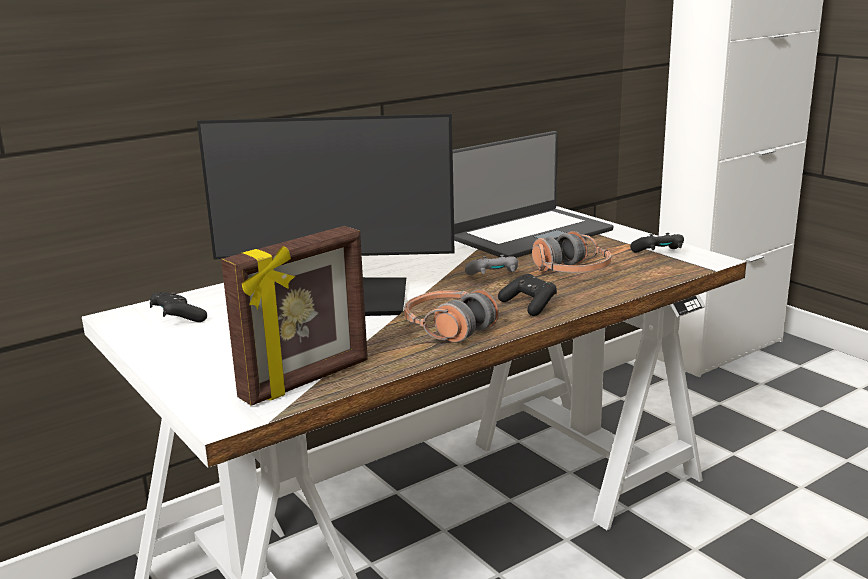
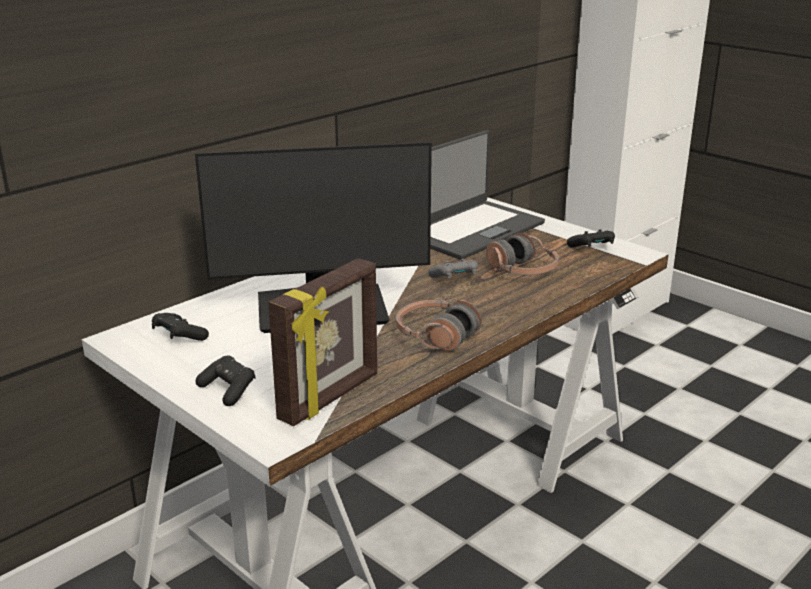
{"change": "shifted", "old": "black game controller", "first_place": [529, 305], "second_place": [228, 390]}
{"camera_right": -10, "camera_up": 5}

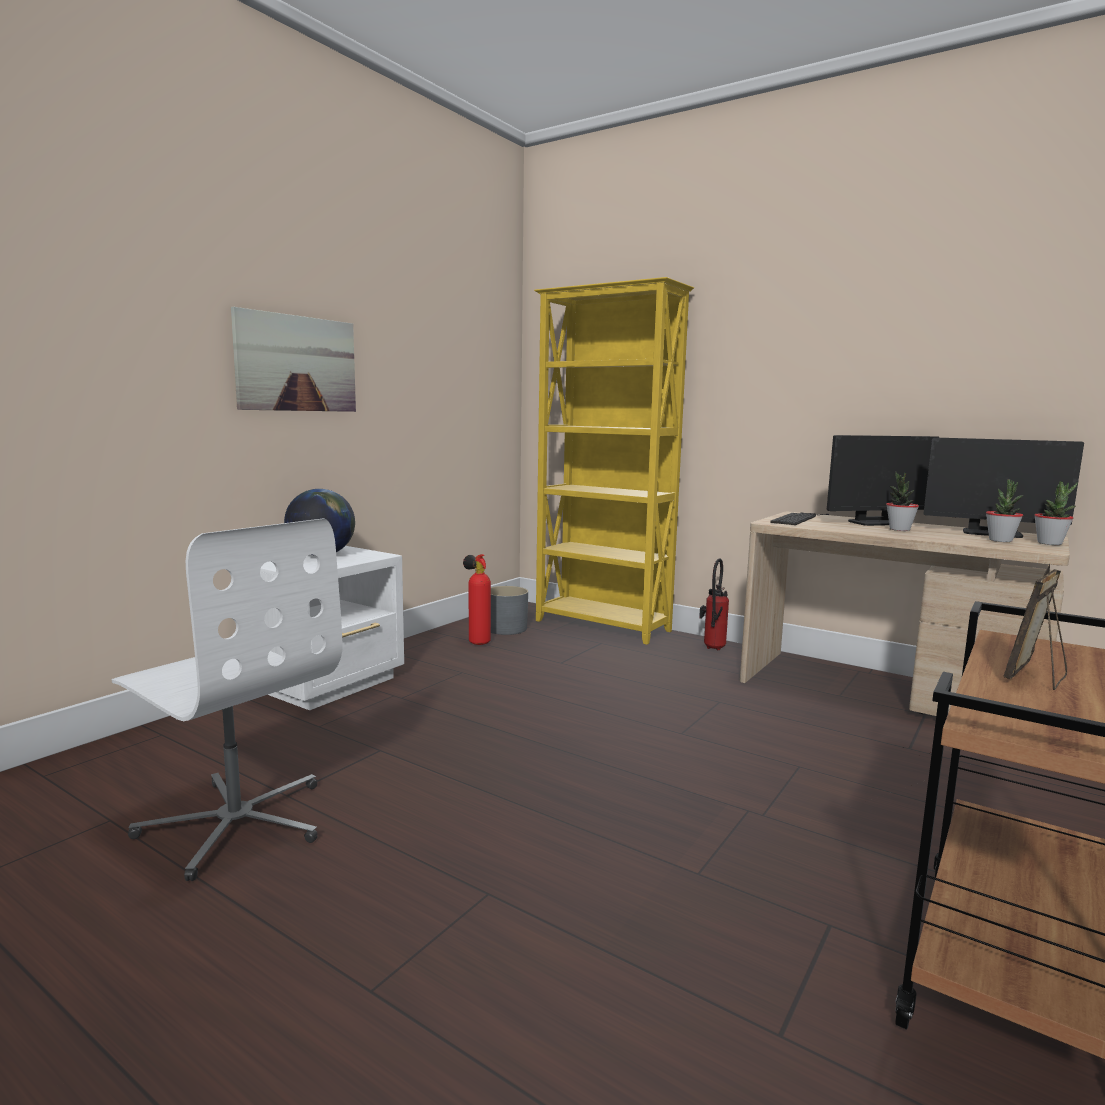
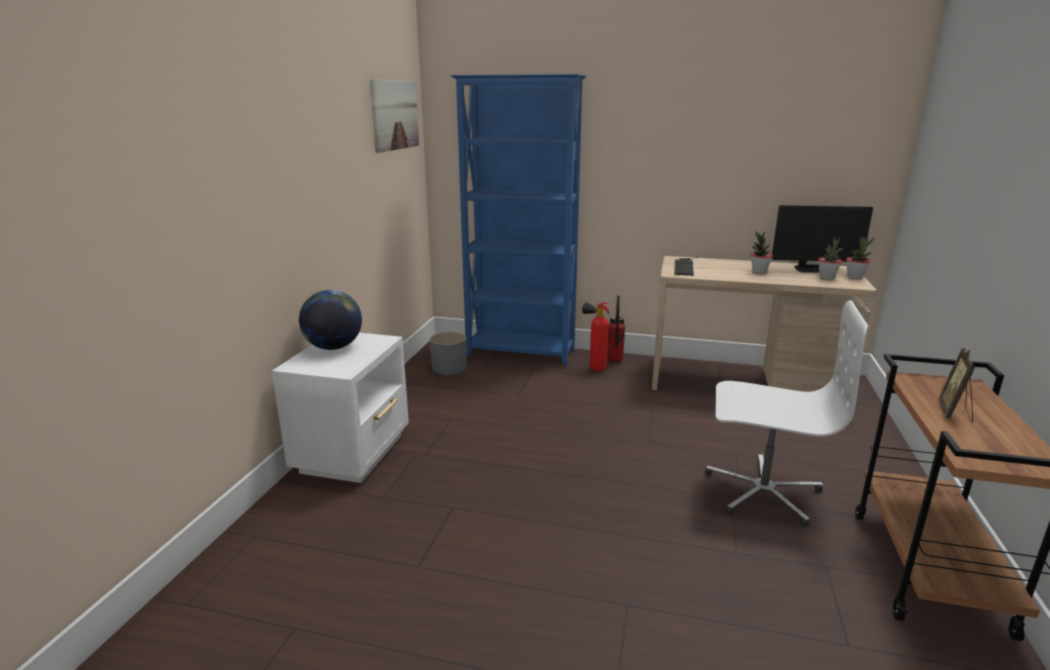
{"change": "repainted", "old": "yellow bookcase", "new": "blue bookcase", "first_place": [602, 626], "second_place": [521, 353]}
{"change": "shifted", "old": "picture", "first_place": [297, 363], "second_place": [394, 115]}
{"change": "gone", "old": "monitor", "first_place": [875, 523]}
{"change": "shifted", "old": "white office chair", "first_place": [236, 822], "second_place": [762, 491]}
{"change": "shifted", "old": "fire extinguisher", "first_place": [477, 642], "second_place": [594, 368]}
{"camera_right": -20, "camera_up": 10}

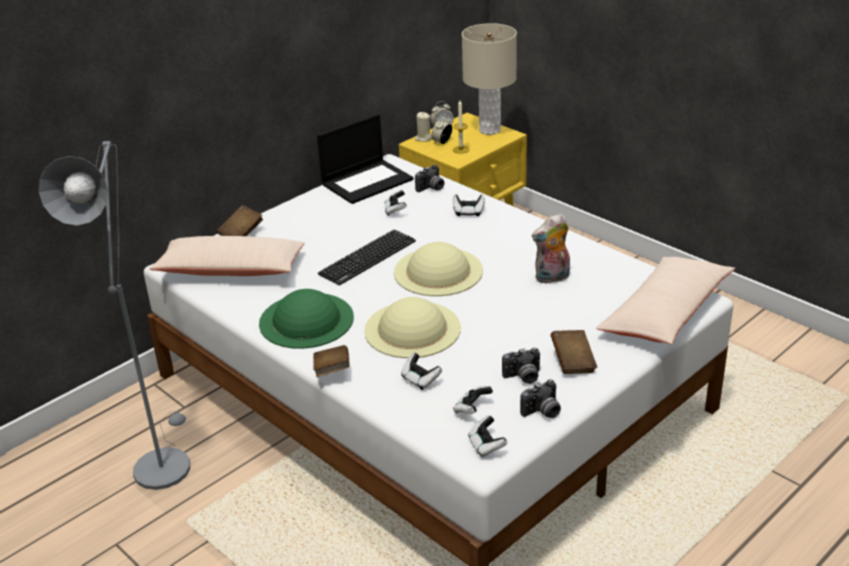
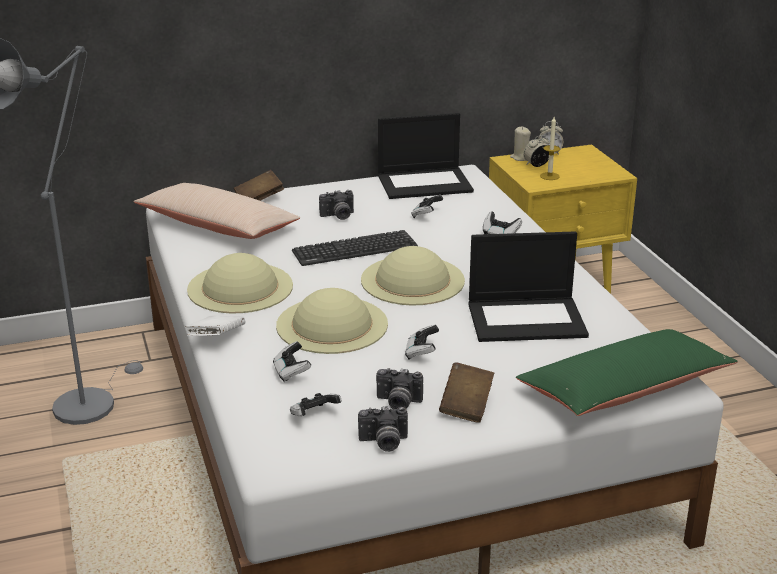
{"change": "gone", "old": "beige table lamp", "first_place": [490, 130]}
{"change": "shifted", "old": "photo camera", "first_place": [431, 188], "second_place": [338, 216]}
{"change": "swapped", "old": "plush toy", "new": "laptop", "first_place": [552, 278], "second_place": [527, 319]}
{"change": "repainted", "old": "beige pillow", "new": "green pillow", "first_place": [665, 313], "second_place": [624, 390]}
{"change": "repainted", "old": "green hat", "new": "beige hat", "first_place": [306, 320], "second_place": [240, 287]}
{"change": "repainted", "old": "brown book", "new": "white book", "first_place": [332, 371], "second_place": [216, 338]}
{"change": "shifted", "old": "game controller", "first_place": [486, 446], "second_place": [421, 353]}
{"camera_right": 25, "camera_up": -5}

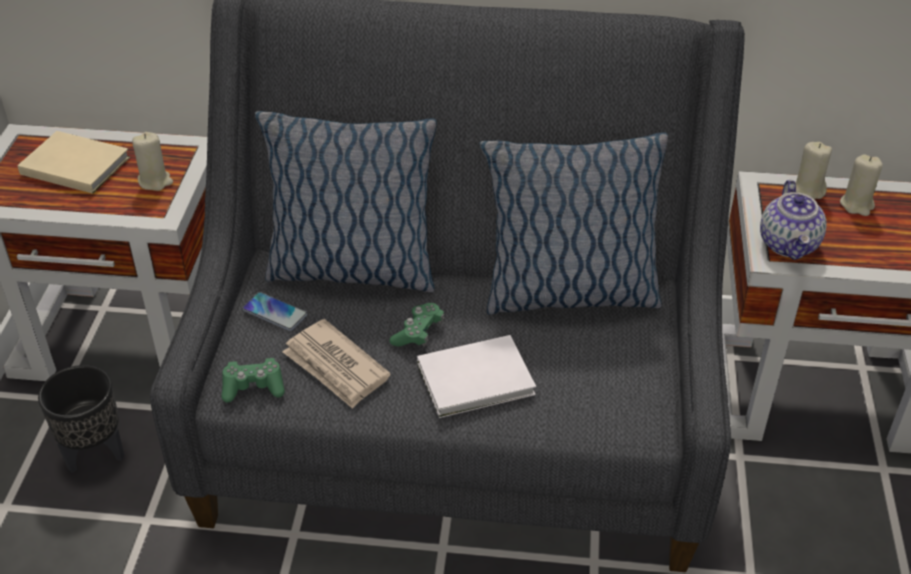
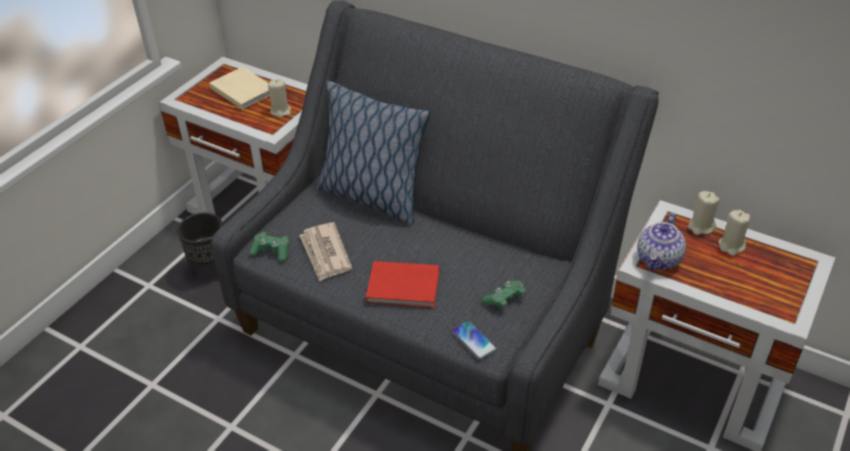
{"change": "gone", "old": "pillow", "first_place": [568, 294]}
{"change": "shifted", "old": "phone", "first_place": [275, 312], "second_place": [474, 340]}
{"change": "shifted", "old": "green game controller", "first_place": [418, 333], "second_place": [505, 299]}
{"change": "repainted", "old": "white book", "new": "red book", "first_place": [479, 380], "second_place": [405, 288]}
{"camera_right": 25, "camera_up": 0}

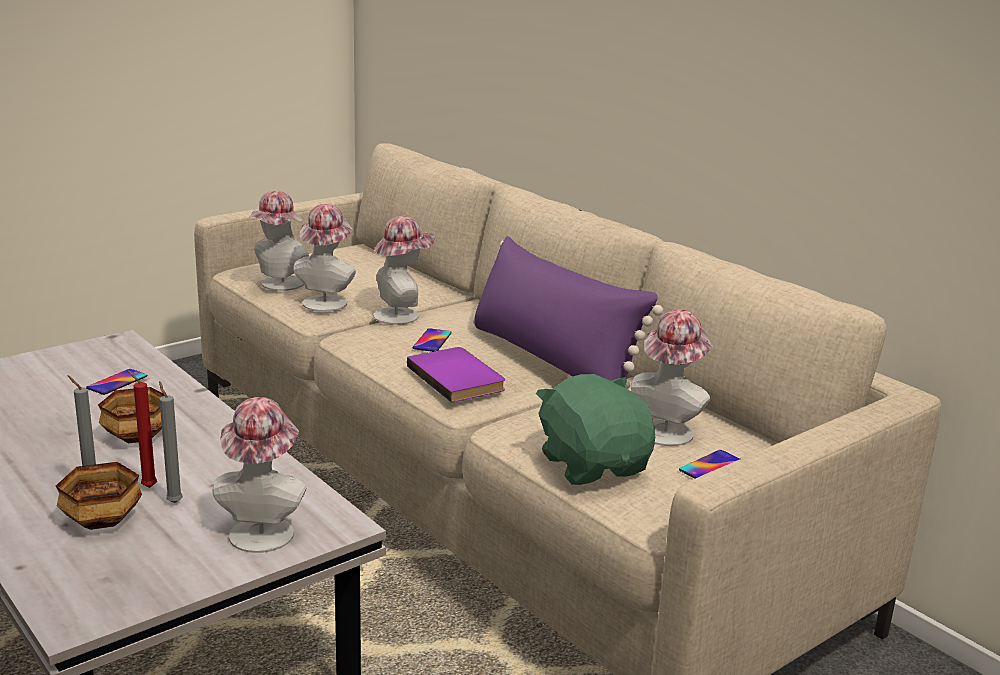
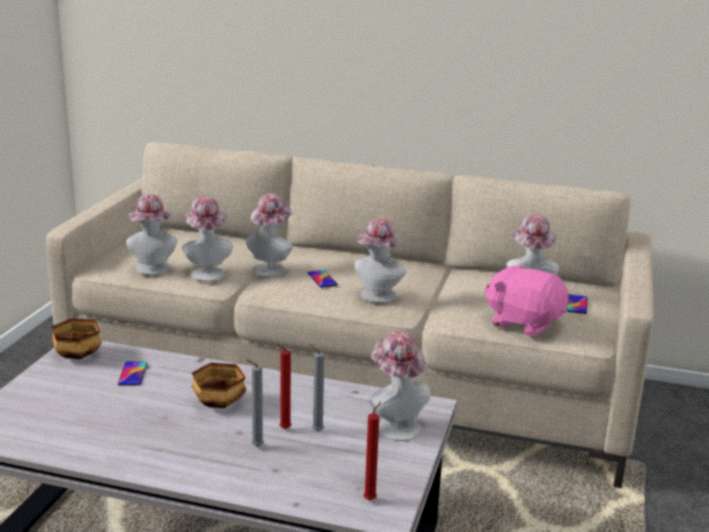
{"change": "gone", "old": "purple pillow", "first_place": [552, 361]}
{"change": "swapped", "old": "purple book", "new": "hat", "first_place": [458, 378], "second_place": [377, 297]}
{"change": "repainted", "old": "green plush toy", "new": "pink plush toy", "first_place": [593, 465], "second_place": [524, 323]}
{"change": "shifted", "old": "bowl", "first_place": [104, 521], "second_place": [78, 355]}
{"change": "new", "new": "red candle", "second_place": [371, 499]}
{"camera_right": -35, "camera_up": 0}

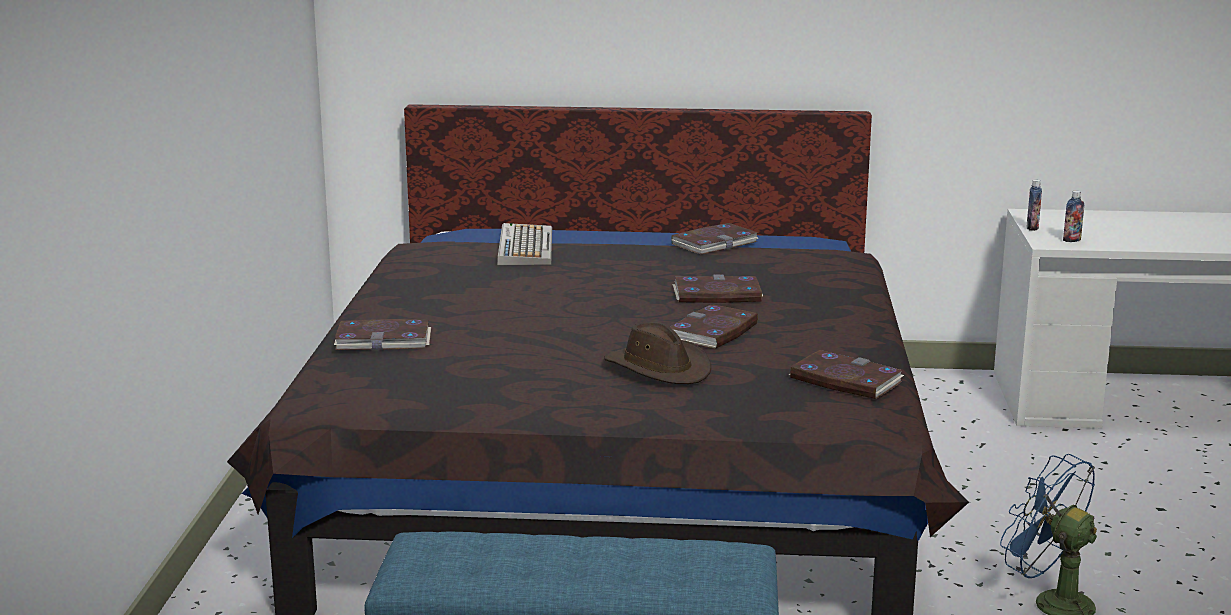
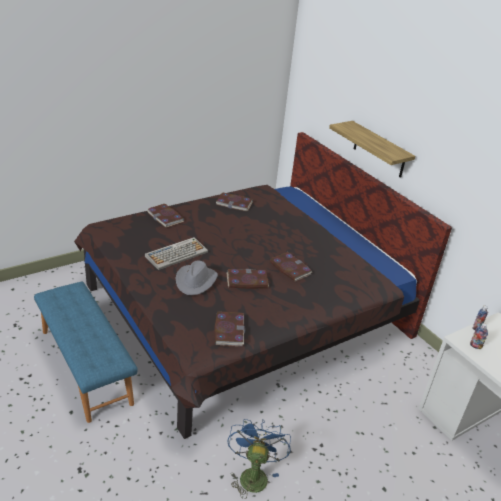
{"change": "shifted", "old": "keyboard", "first_place": [524, 247], "second_place": [176, 254]}
{"change": "shifted", "old": "book", "first_place": [714, 243], "second_place": [234, 203]}
{"change": "repainted", "old": "brown hat", "new": "grey hat", "first_place": [659, 368], "second_place": [196, 281]}
{"change": "new", "new": "shelf", "second_place": [379, 150]}
{"camera_right": 50, "camera_up": 15}

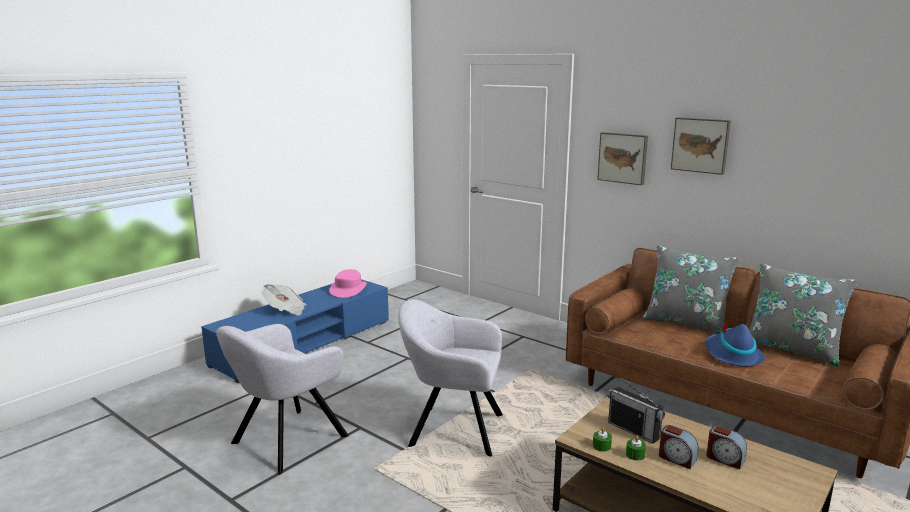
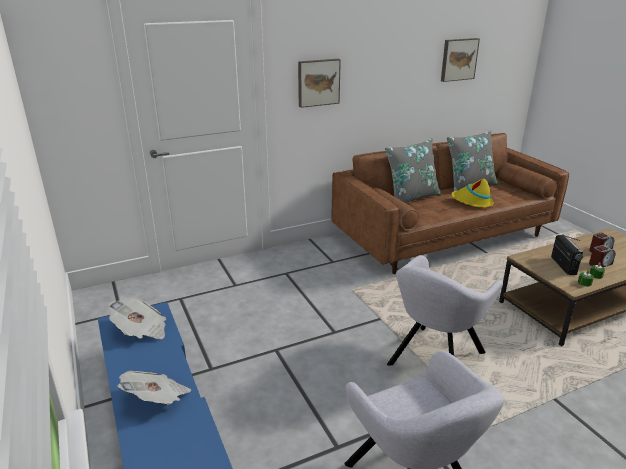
{"change": "shifted", "old": "picture", "first_place": [700, 145], "second_place": [458, 59]}
{"change": "swapped", "old": "pink hat", "new": "newspaper", "first_place": [348, 289], "second_place": [141, 331]}
{"change": "repainted", "old": "blue hat", "new": "yellow hat", "first_place": [732, 355], "second_place": [472, 202]}
{"change": "rotated", "old": "radio", "first_place": [633, 430], "second_place": [563, 265], "degrees": -75}
{"camera_right": -65, "camera_up": 10}

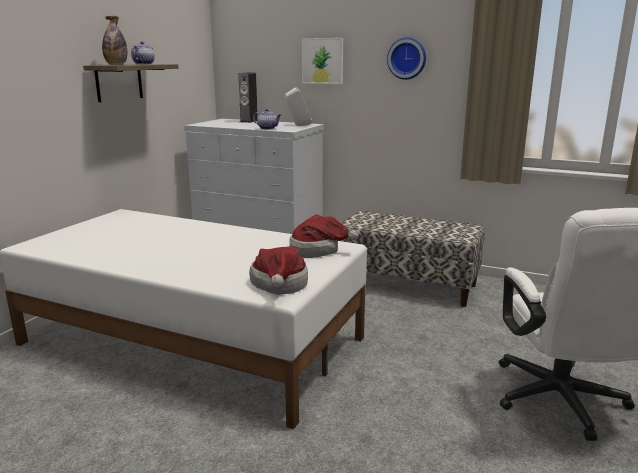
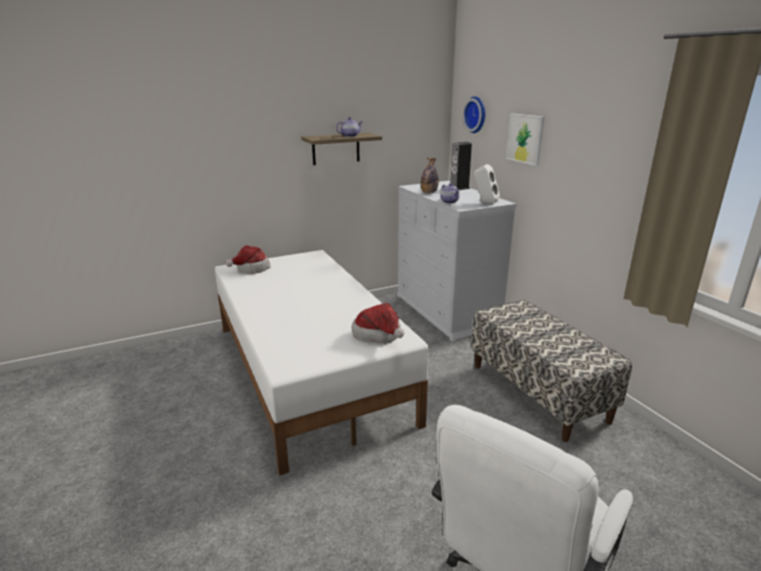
{"change": "shifted", "old": "bottle", "first_place": [116, 64], "second_place": [429, 193]}
{"change": "shifted", "old": "wall clock", "first_place": [407, 58], "second_place": [476, 114]}
{"change": "shifted", "old": "hat", "first_place": [279, 286], "second_place": [251, 269]}
{"camera_right": 40, "camera_up": 5}

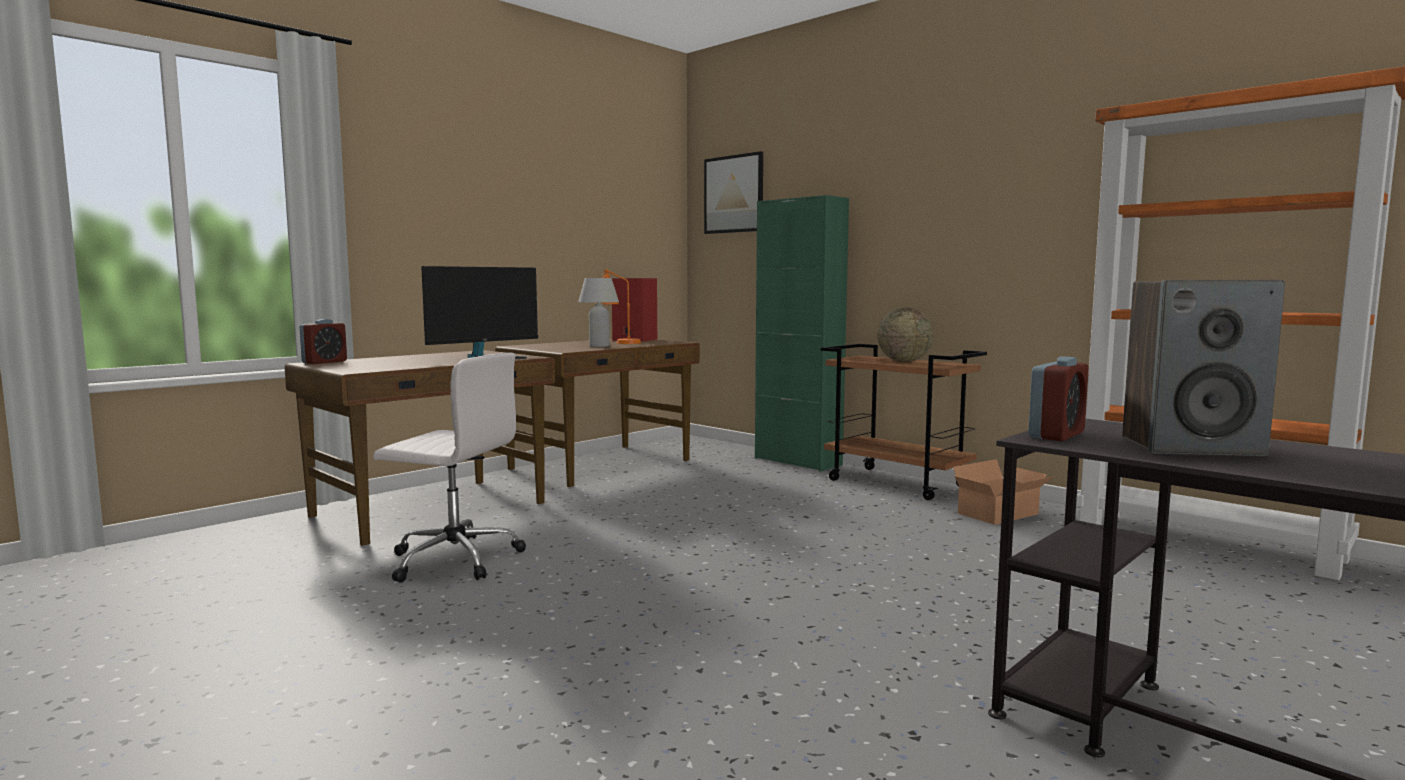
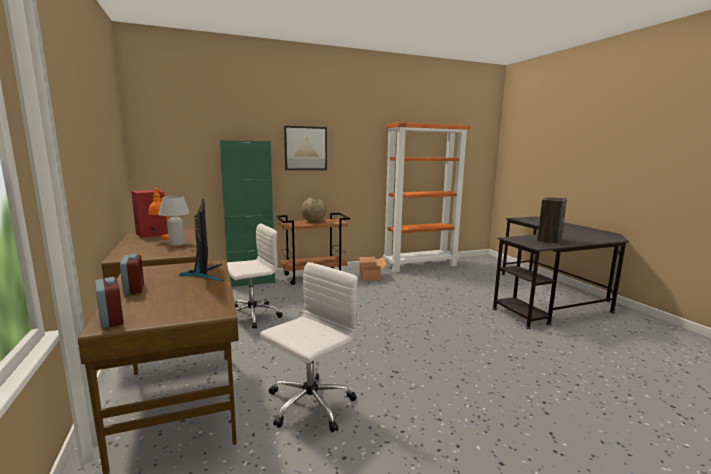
{"change": "shifted", "old": "picture", "first_place": [734, 194], "second_place": [305, 148]}
{"change": "shifted", "old": "alarm clock", "first_place": [1056, 435], "second_place": [134, 289]}
{"change": "new", "new": "white office chair", "second_place": [251, 316]}
{"camera_right": -65, "camera_up": 5}

